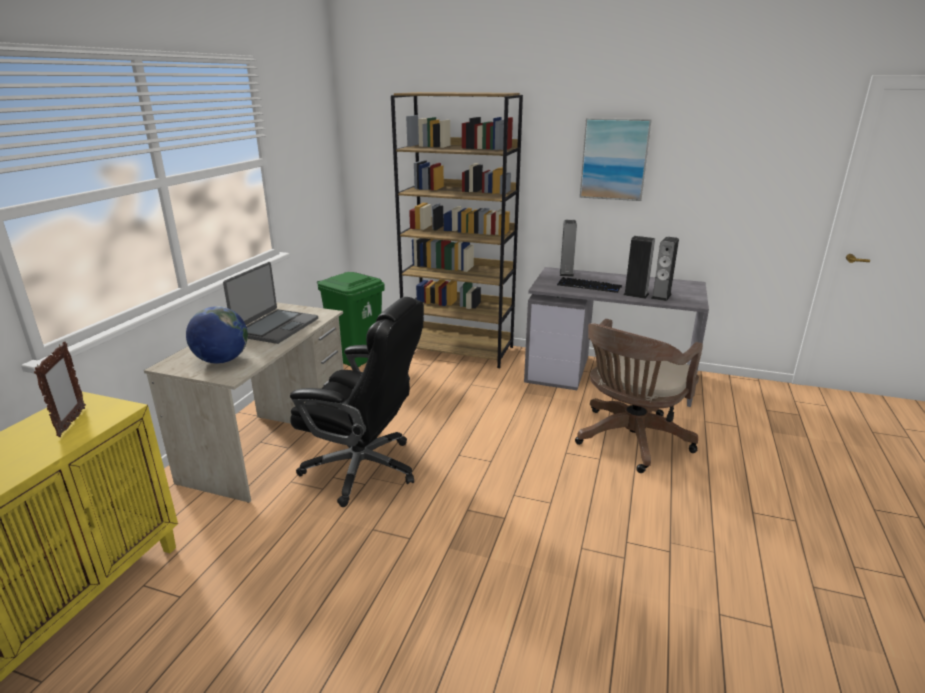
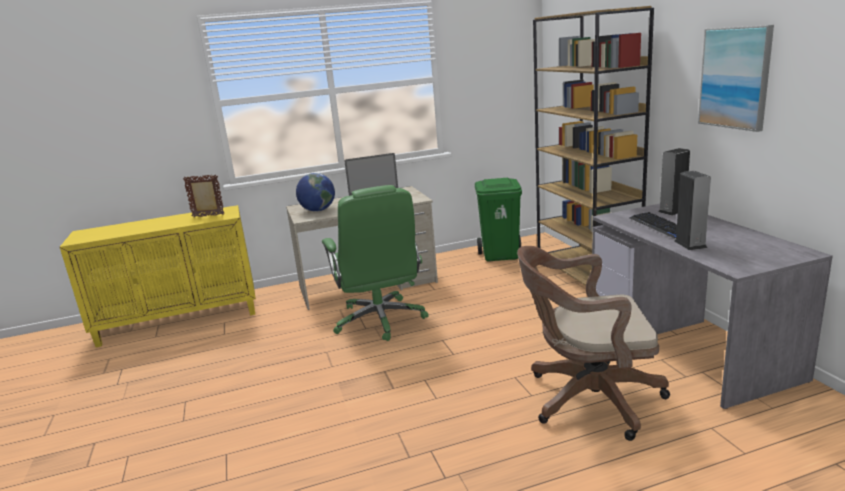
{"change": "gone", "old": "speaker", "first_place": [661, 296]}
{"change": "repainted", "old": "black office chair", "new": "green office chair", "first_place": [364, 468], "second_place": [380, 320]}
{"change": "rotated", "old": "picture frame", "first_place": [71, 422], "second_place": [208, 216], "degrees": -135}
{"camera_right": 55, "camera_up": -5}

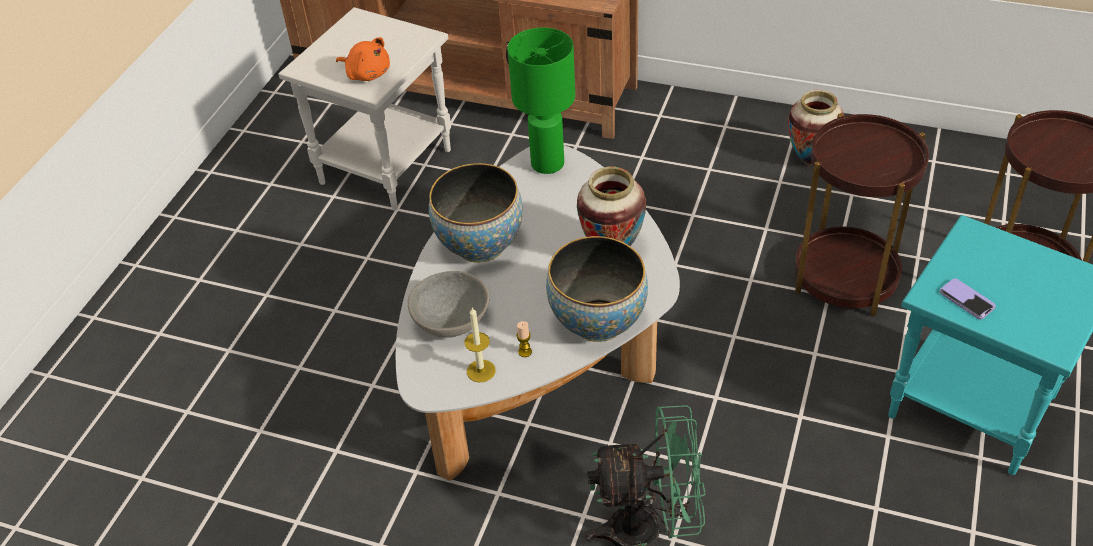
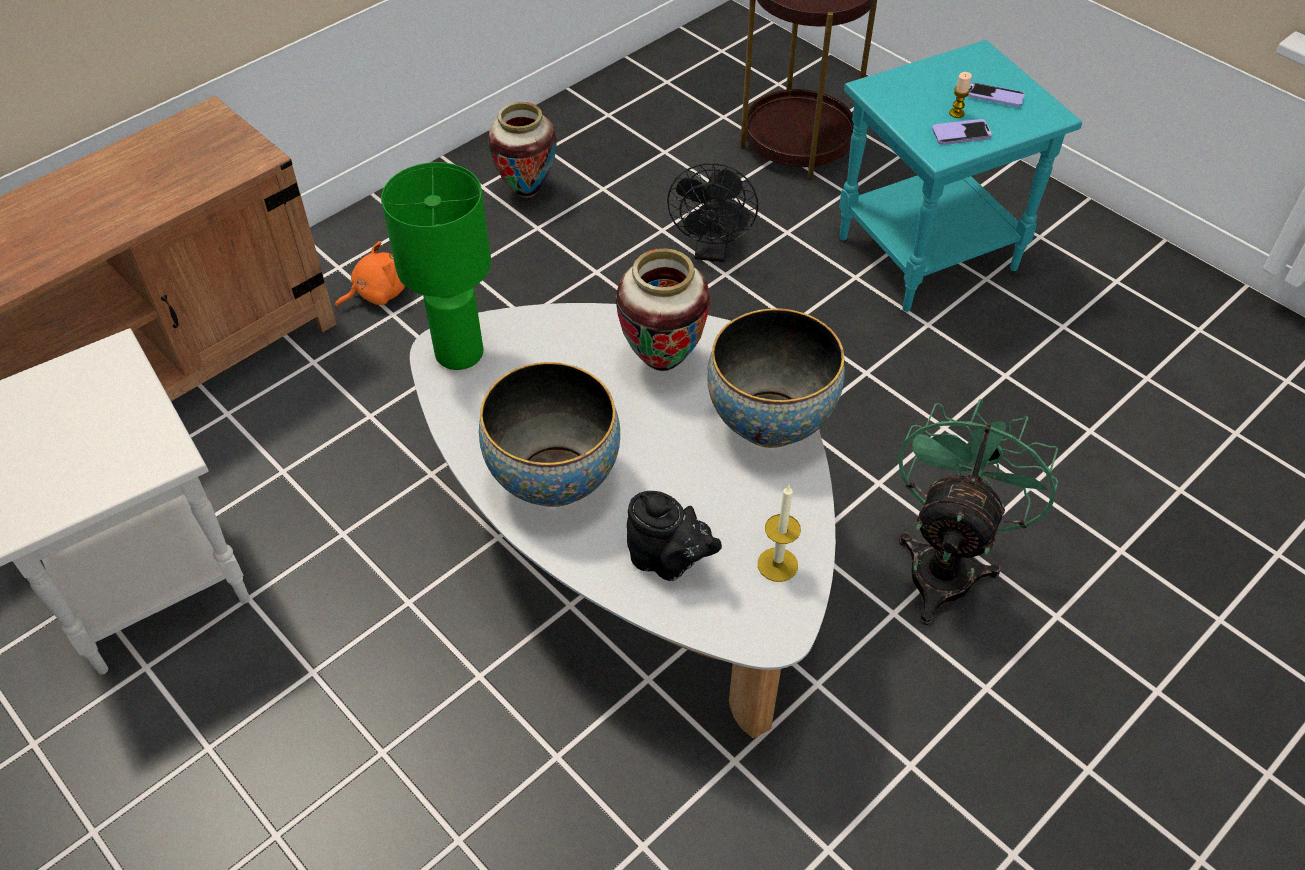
{"change": "shifted", "old": "orange plush toy", "first_place": [367, 74], "second_place": [377, 293]}
{"change": "swapped", "old": "brown side table", "new": "black fan", "first_place": [845, 278], "second_place": [712, 251]}
{"change": "swapped", "old": "grey bowl", "new": "black teapot", "first_place": [451, 320], "second_place": [668, 561]}
{"change": "shifted", "old": "candle", "first_place": [525, 352], "second_place": [956, 113]}
{"change": "new", "new": "phone", "second_place": [995, 96]}
{"camera_right": -65, "camera_up": 5}

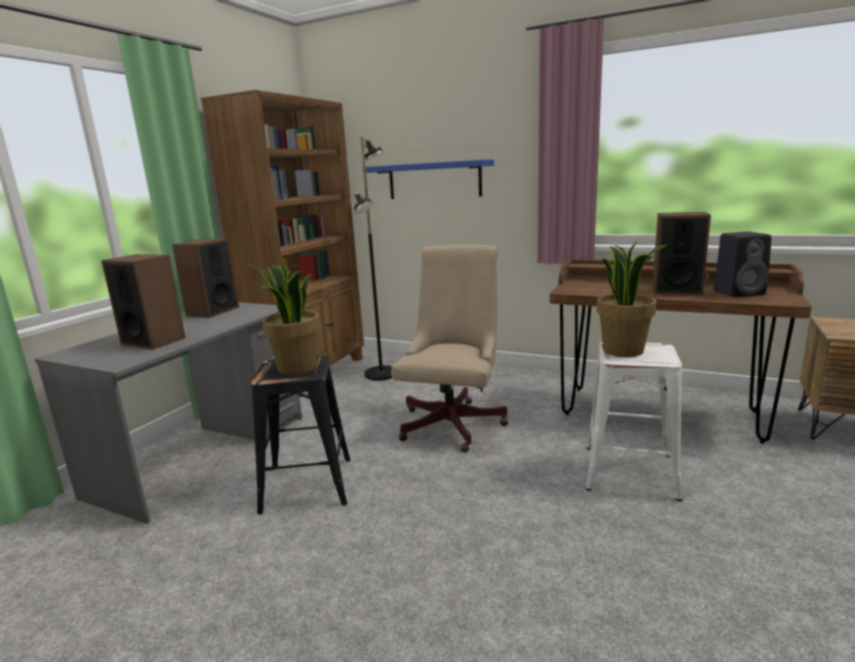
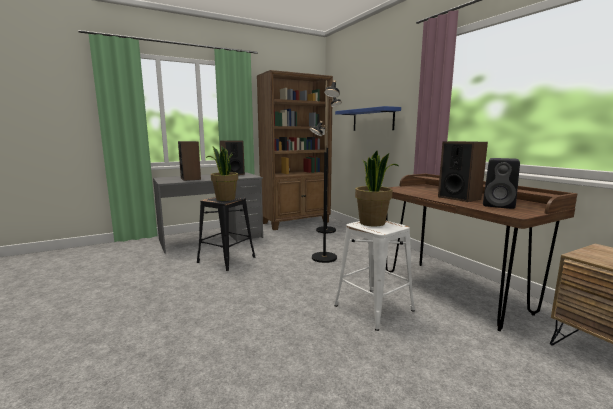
{"change": "swapped", "old": "beige office chair", "new": "black floor lamp", "first_place": [454, 421], "second_place": [323, 258]}
{"camera_right": 35, "camera_up": -5}

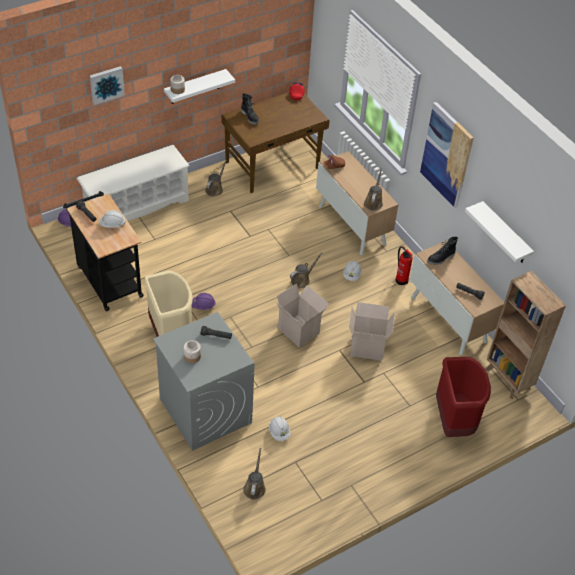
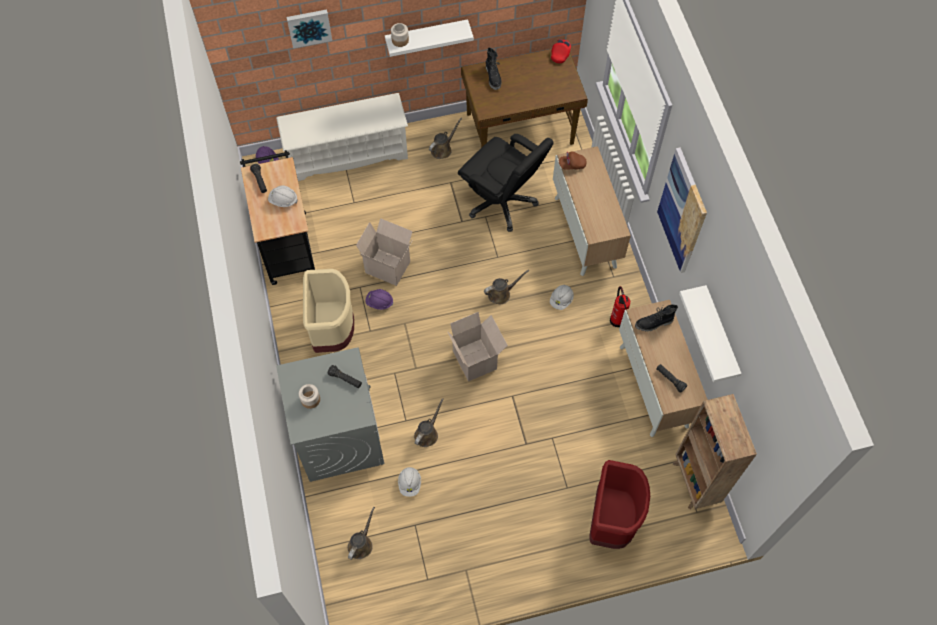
{"change": "shifted", "old": "brown watering can", "first_place": [373, 202], "second_place": [427, 433]}
{"change": "shifted", "old": "cardboard box", "first_place": [367, 346], "second_place": [389, 266]}
{"change": "new", "new": "black office chair", "second_place": [502, 202]}
{"camera_right": 20, "camera_up": 15}

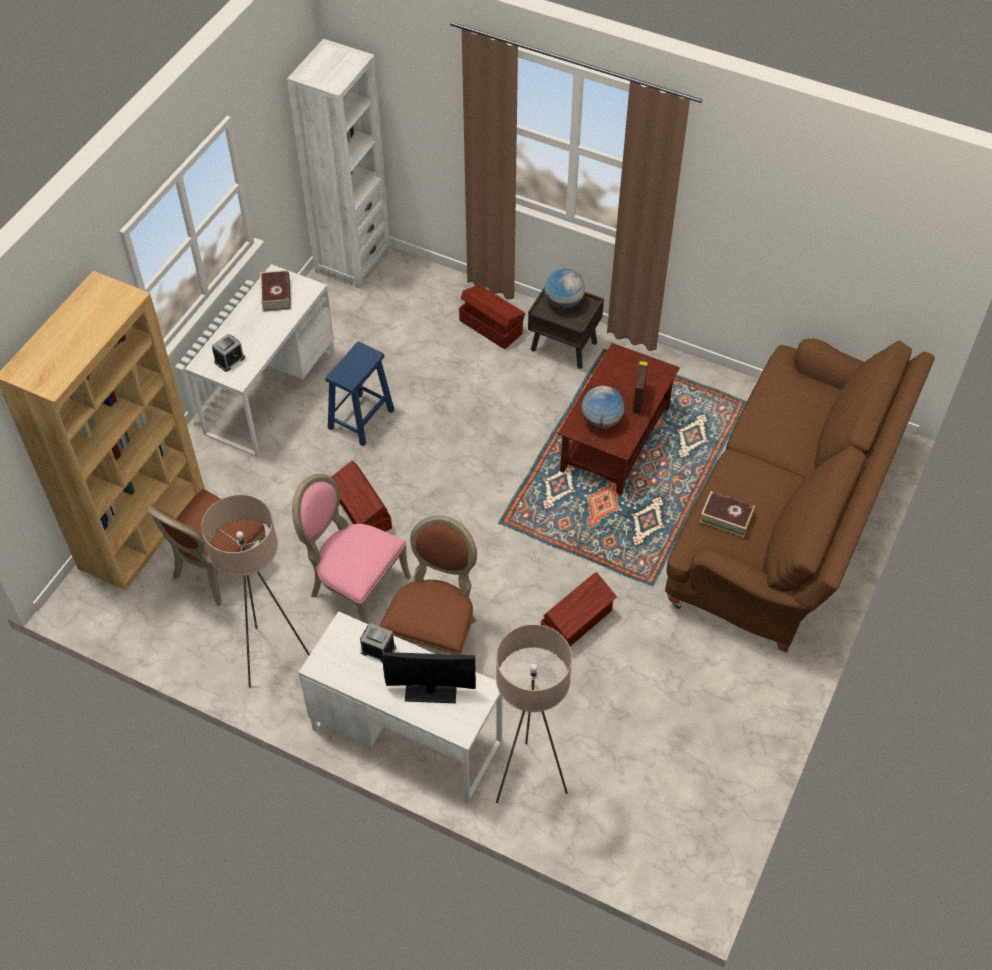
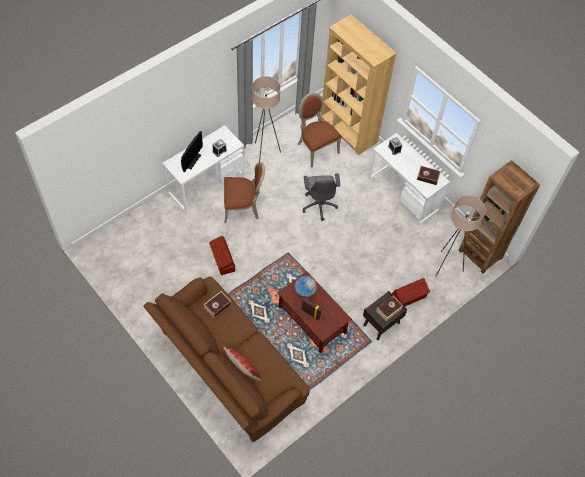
{"change": "repainted", "old": "white bookcase", "new": "brown bookcase", "first_place": [352, 260], "second_place": [480, 254]}
{"change": "swapped", "old": "globe", "new": "book", "first_place": [563, 302], "second_place": [389, 309]}
{"change": "gone", "old": "blue stool", "first_place": [360, 420]}
{"change": "swapped", "old": "brown storage box", "new": "grey office chair", "first_place": [362, 512], "second_place": [319, 205]}
{"change": "gone", "old": "pink chair", "first_place": [355, 588]}
{"change": "rotated", "old": "brown chair", "first_place": [435, 639], "second_place": [242, 207], "degrees": -45}
{"change": "shifted", "old": "beige floor lamp", "first_place": [529, 779], "second_place": [446, 266]}
{"change": "new", "new": "pillow", "second_place": [243, 371]}
{"camera_right": 110, "camera_up": 5}

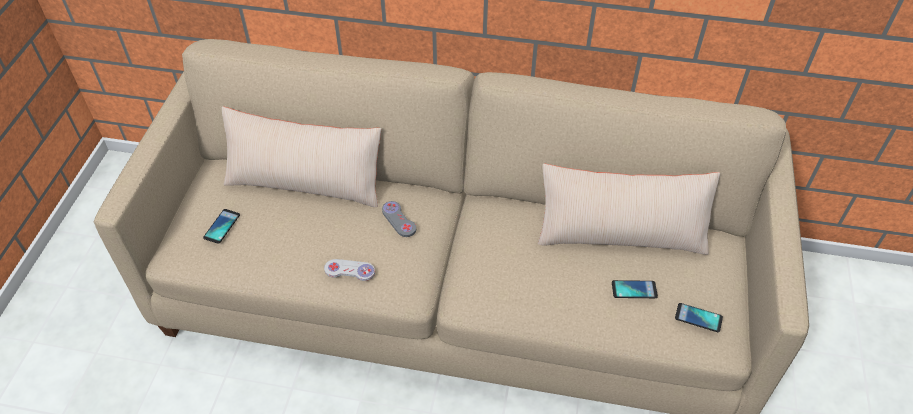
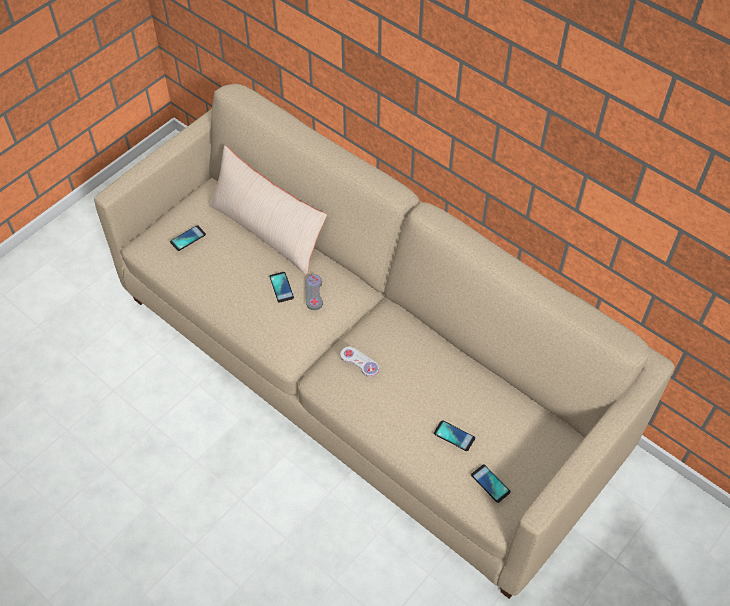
{"change": "gone", "old": "beige pillow", "first_place": [620, 234]}
{"change": "shifted", "old": "white game controller", "first_place": [349, 271], "second_place": [359, 362]}
{"change": "new", "new": "phone", "second_place": [281, 287]}
{"camera_right": 30, "camera_up": 5}

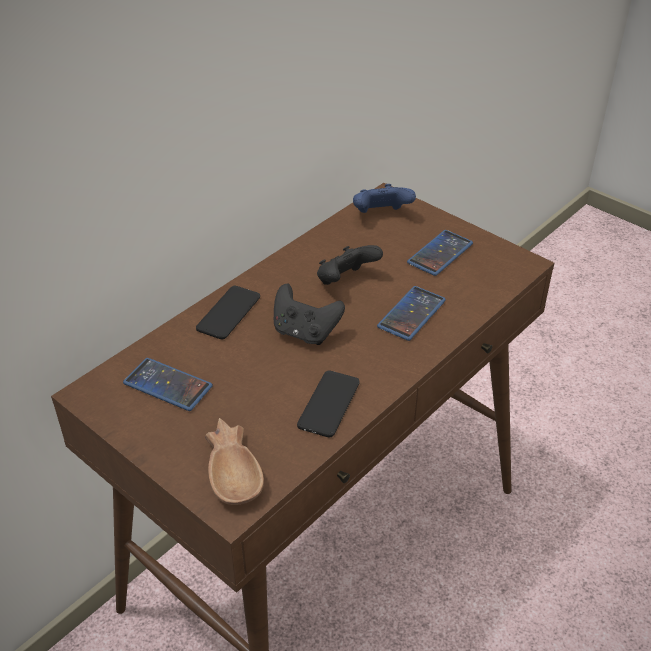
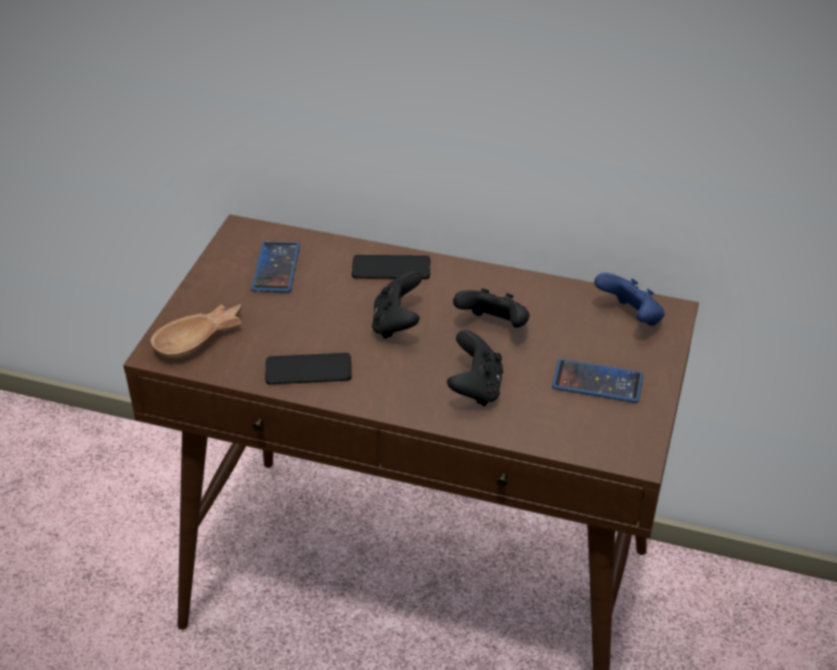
{"change": "swapped", "old": "phone", "new": "black game controller", "first_place": [411, 314], "second_place": [475, 388]}
{"camera_right": 65, "camera_up": 0}

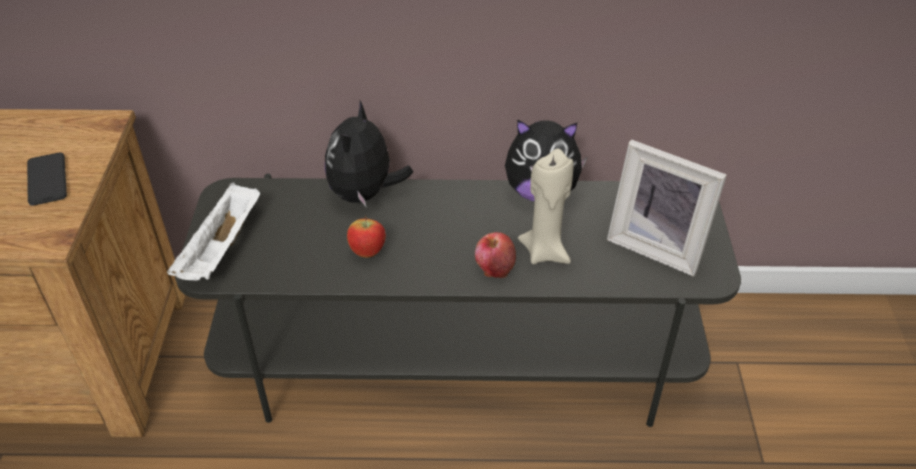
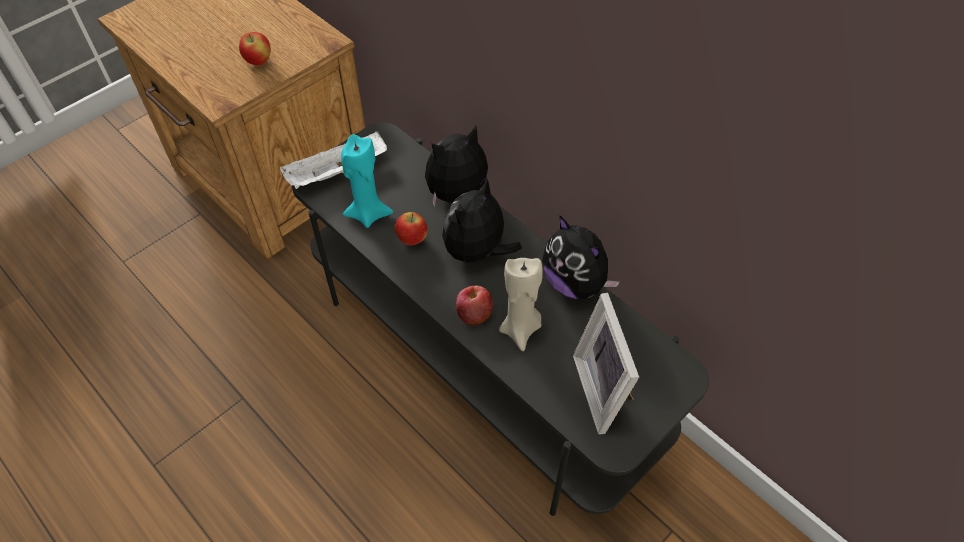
{"change": "swapped", "old": "phone", "new": "apple", "first_place": [47, 179], "second_place": [259, 61]}
{"change": "new", "new": "turquoise candle", "second_place": [368, 213]}
{"change": "new", "new": "plush toy", "second_place": [477, 252]}
{"camera_right": 45, "camera_up": 10}

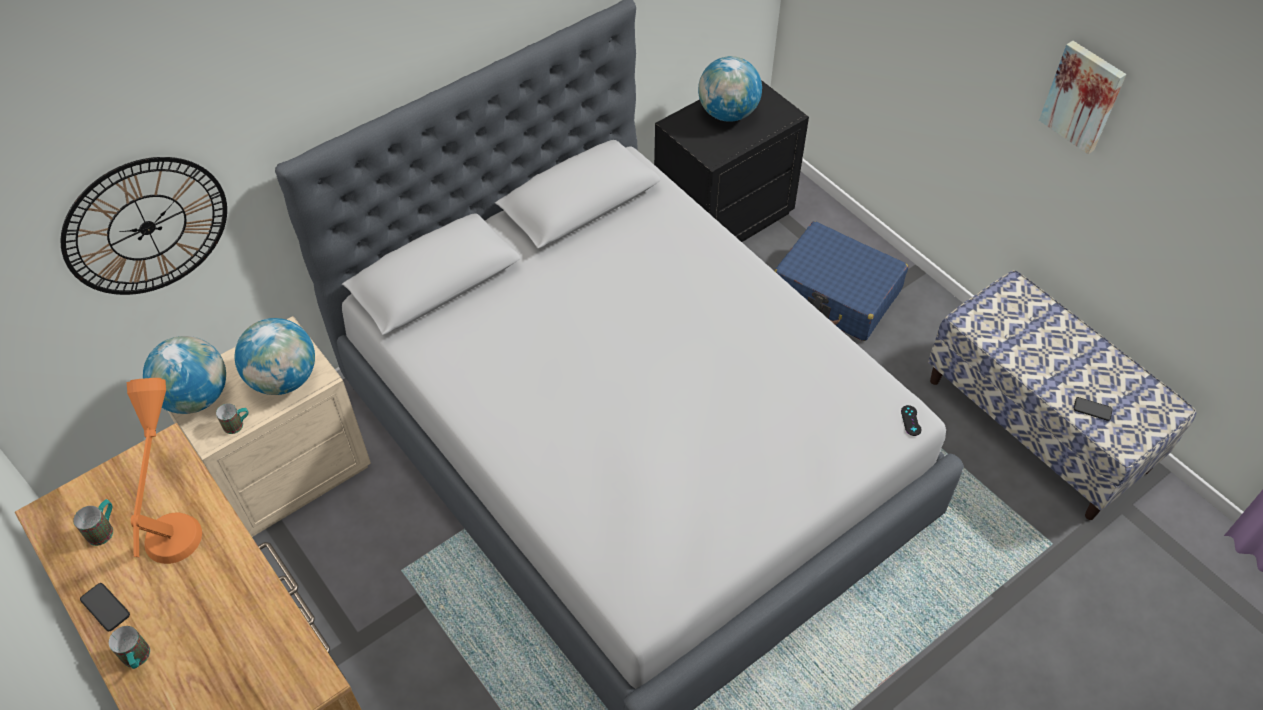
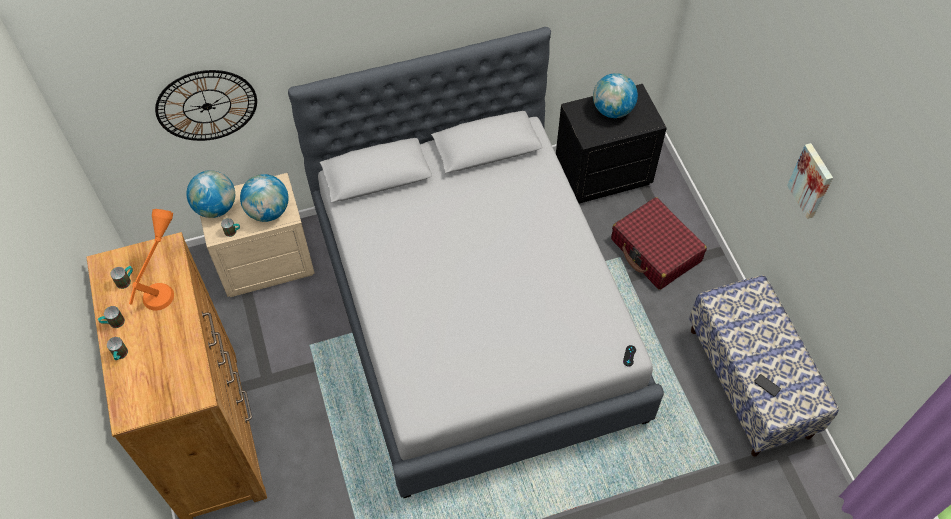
{"change": "repainted", "old": "blue suitcase", "new": "red suitcase", "first_place": [836, 293], "second_place": [655, 251]}
{"change": "swapped", "old": "phone", "new": "mug", "first_place": [105, 607], "second_place": [113, 323]}
{"camera_right": 20, "camera_up": 5}

